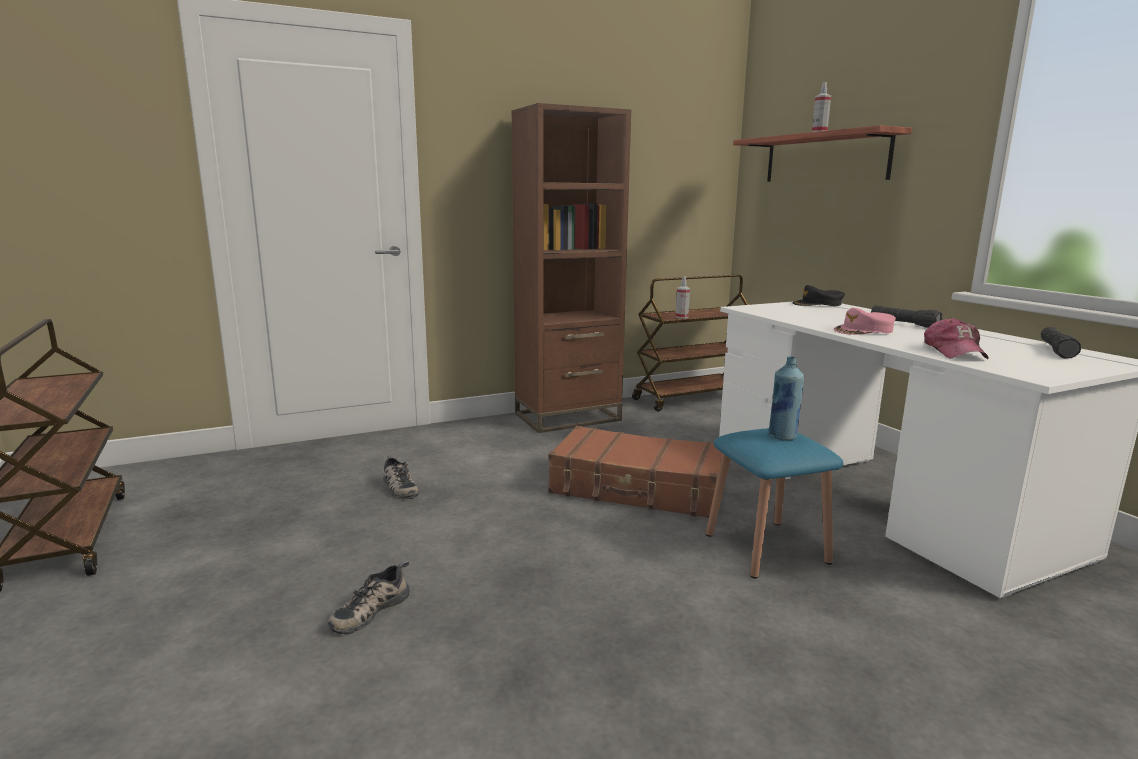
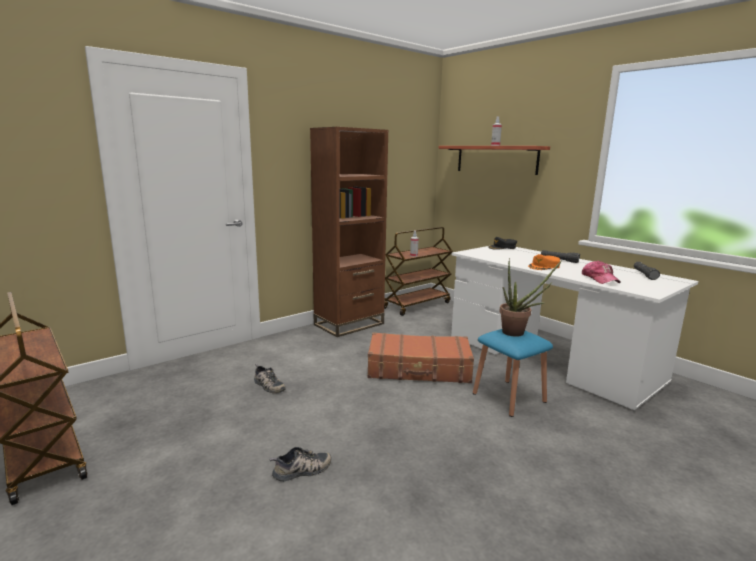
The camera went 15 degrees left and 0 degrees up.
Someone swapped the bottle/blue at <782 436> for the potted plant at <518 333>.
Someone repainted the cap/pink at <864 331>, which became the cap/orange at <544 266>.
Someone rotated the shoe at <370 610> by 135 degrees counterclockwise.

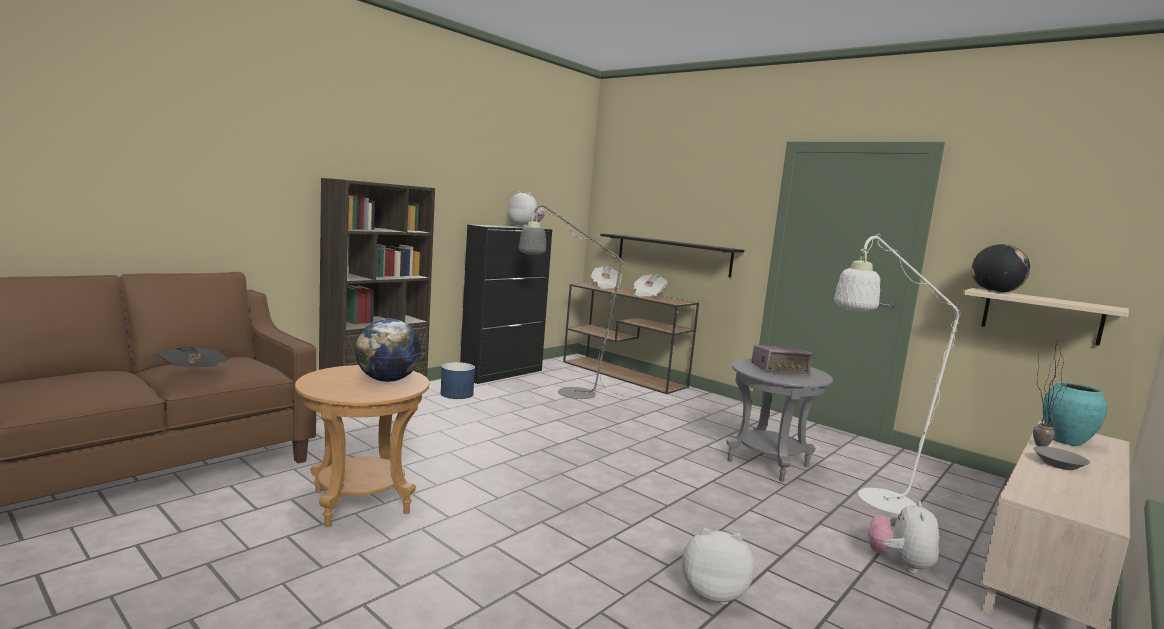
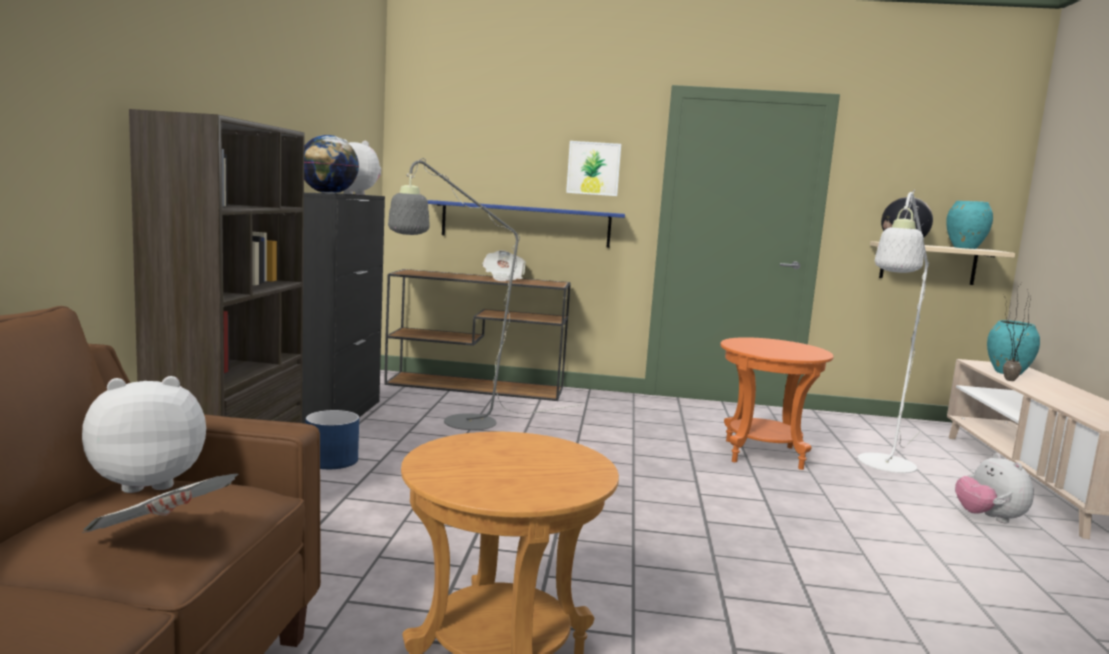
The camera went 35 degrees left and 0 degrees up.
Someone took away the newspaper at <605 286>.
Someone took away the radio at <780 370>.
Someone took away the bowl/grey at <1058 464>.
Someone put up the picture at <593 168>.
Someone put down the vase/turquoise at <964 248>.
Someone carried the globe from <387 380> to <328 193>.
Someone carried the plush toy from <712 593> to <148 482>.
Someone repainted the shelf/black at <672 254>, which became the shelf/blue at <525 224>.
Someone repainted the side table/grey at <768 463>, which became the side table/orange at <763 454>.

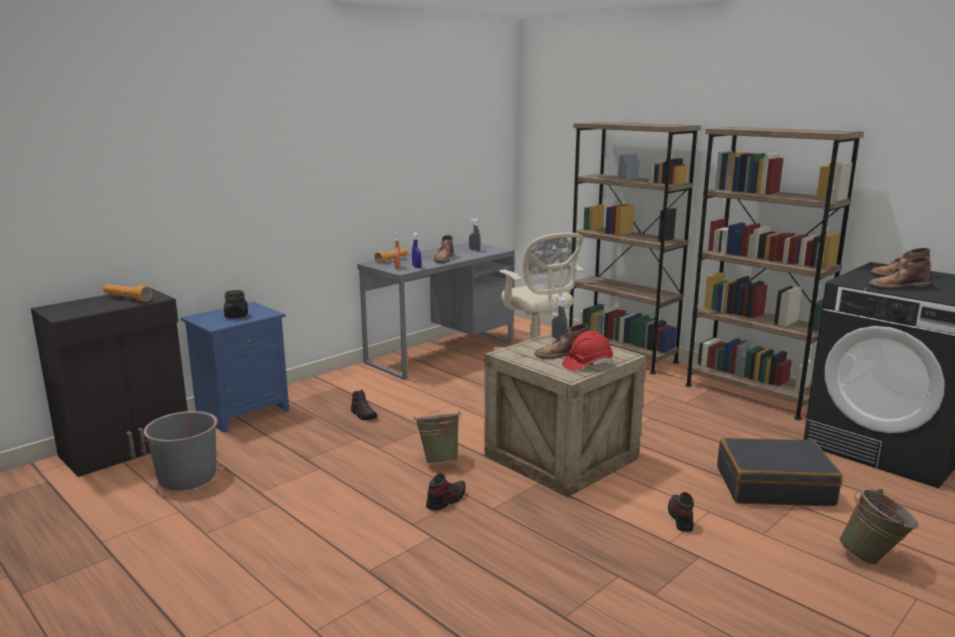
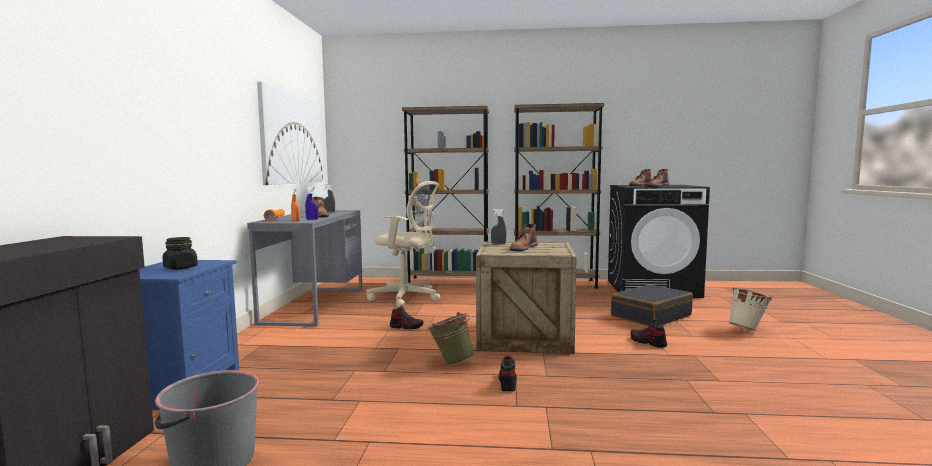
The camera went 40 degrees left and 10 degrees down.
Someone took away the flashlight/orange at <127 298>.
Someone took away the hard hat/red at <587 364>.
Someone put up the picture at <292 138>.
Someone carried the shoe from <363 415> to <406 327>.
Someone repainted the bucket/green at <873 559>, which became the bucket/beige at <747 329>.

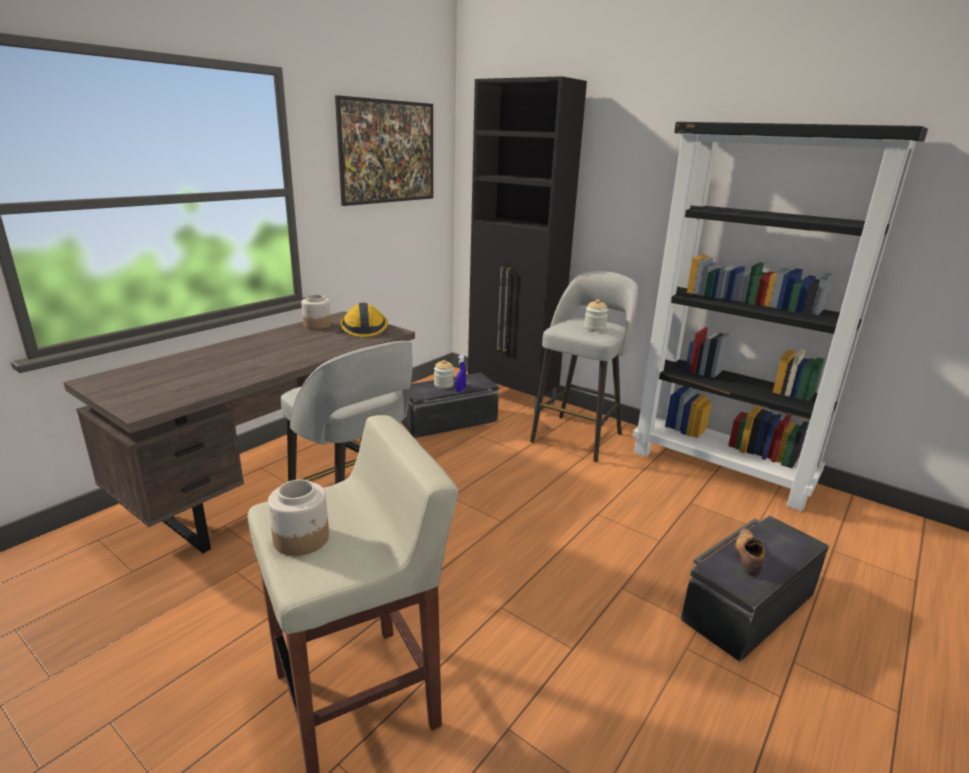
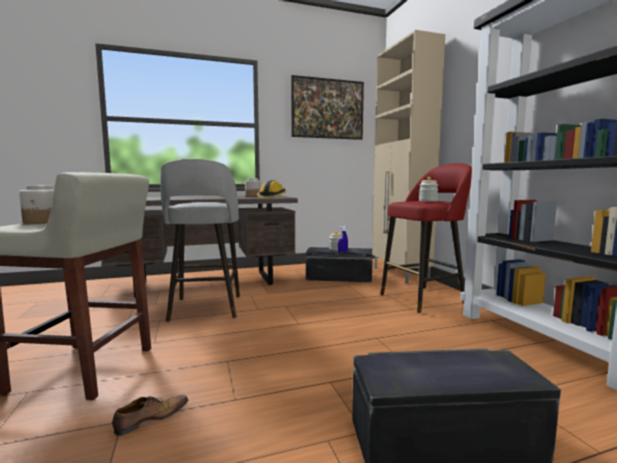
The camera went 35 degrees right and 15 degrees down.
Someone carried the shoe from <747 557> to <150 419>.
Someone repainted the cabinet/black at <512 398>, which became the cabinet/beige at <400 274>.
Someone repainted the stool/grey at <578 437>, which became the stool/red at <424 298>.

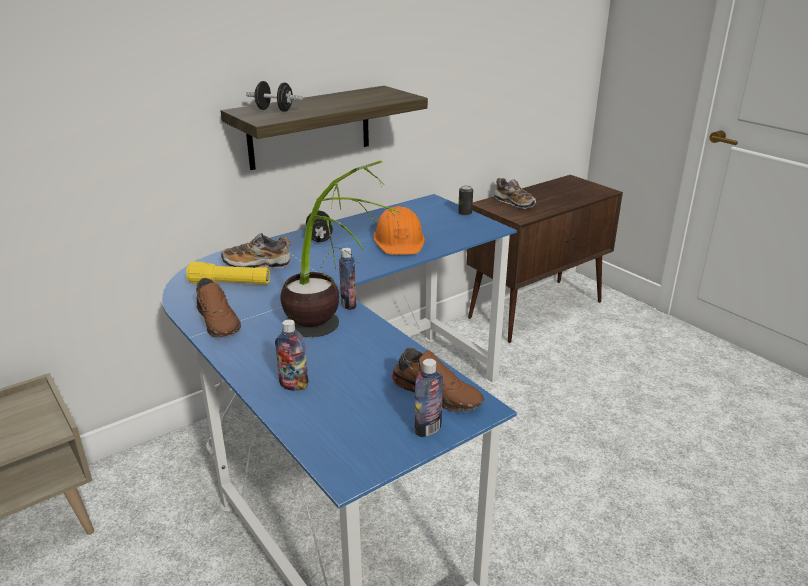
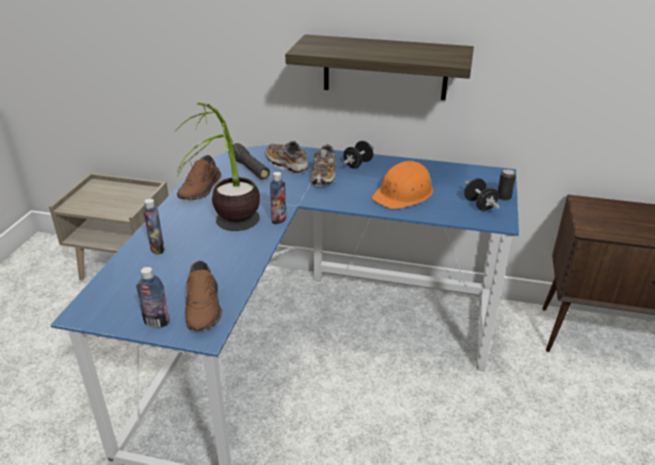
The camera went 50 degrees right and 5 degrees up.
Someone carried the dumbbell/black from <275 110> to <479 205>.
Someone carried the shoe from <514 203> to <324 176>.
Someone repainted the flashlight/yellow at <230 284>, which became the flashlight/black at <249 169>.

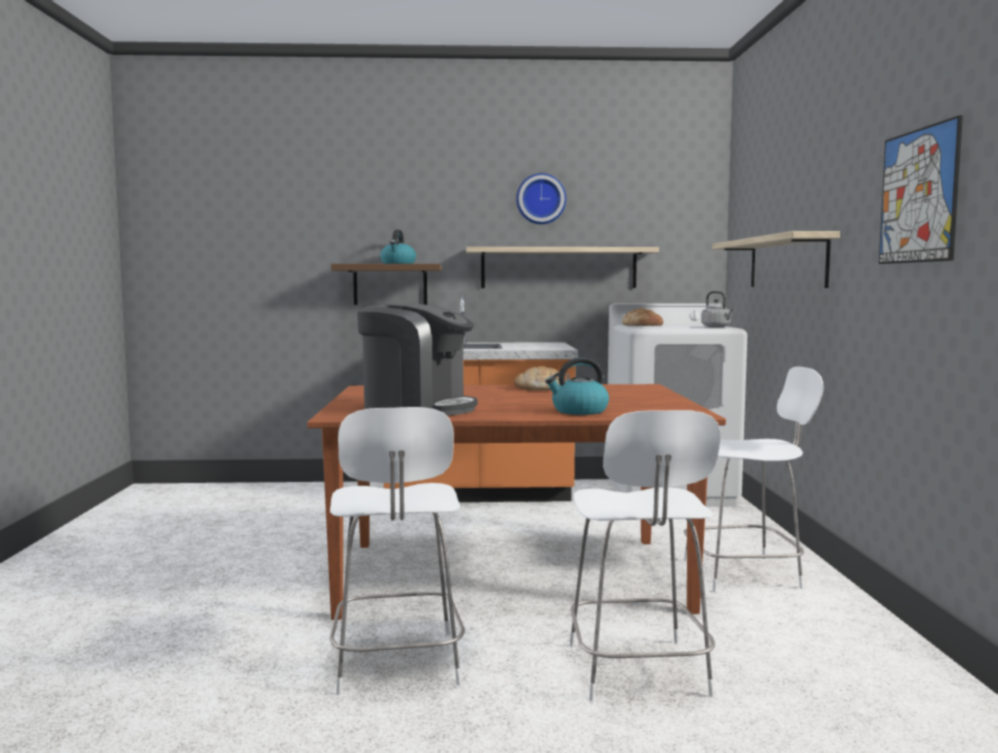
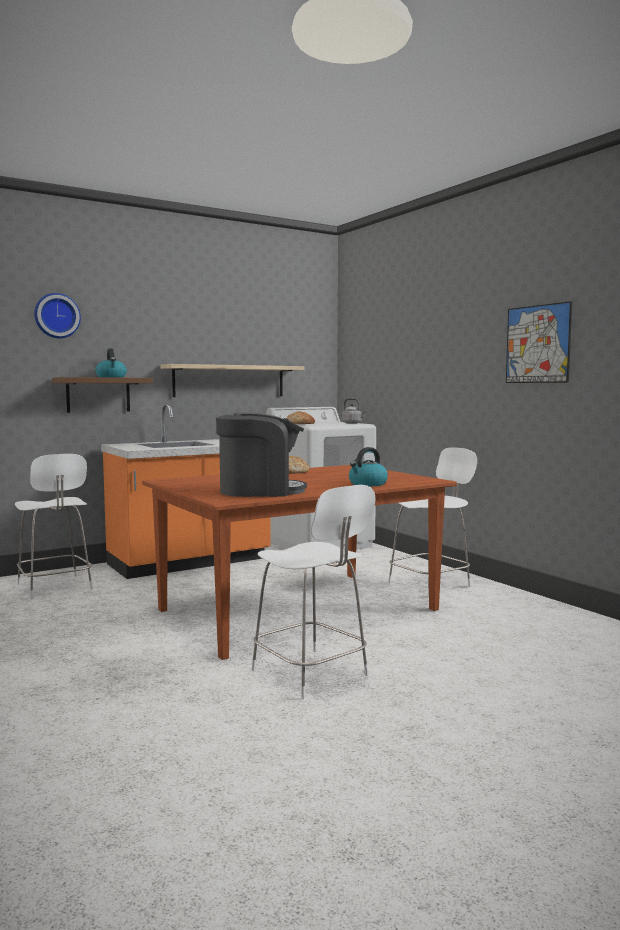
The camera went 30 degrees left and 0 degrees up.
Someone took away the shelf at <786 262>.
Someone carried the wall clock from <540 199> to <56 316>.
Someone carried the chair/white from <638 672> to <55 588>.

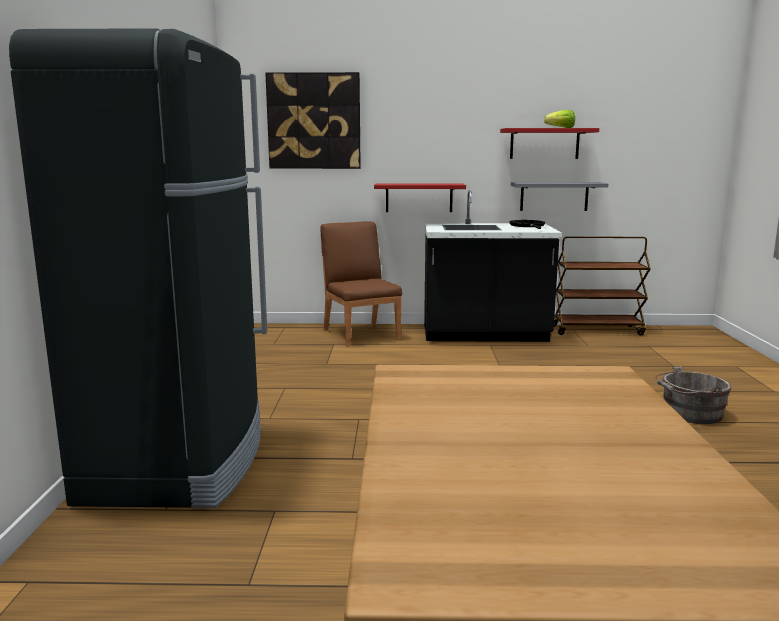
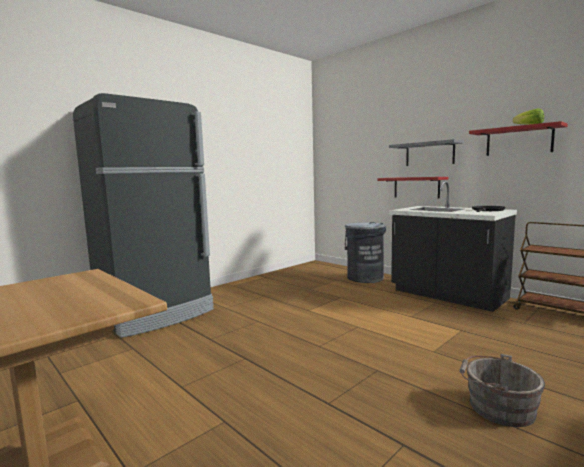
The camera went 45 degrees right and 5 degrees down.
Someone took away the picture at <314 121>.
Someone carried the shelf/grey from <554 196> to <429 154>.
Someone swapped the chair/brown at <361 334> for the trash can/grey at <365 278>.

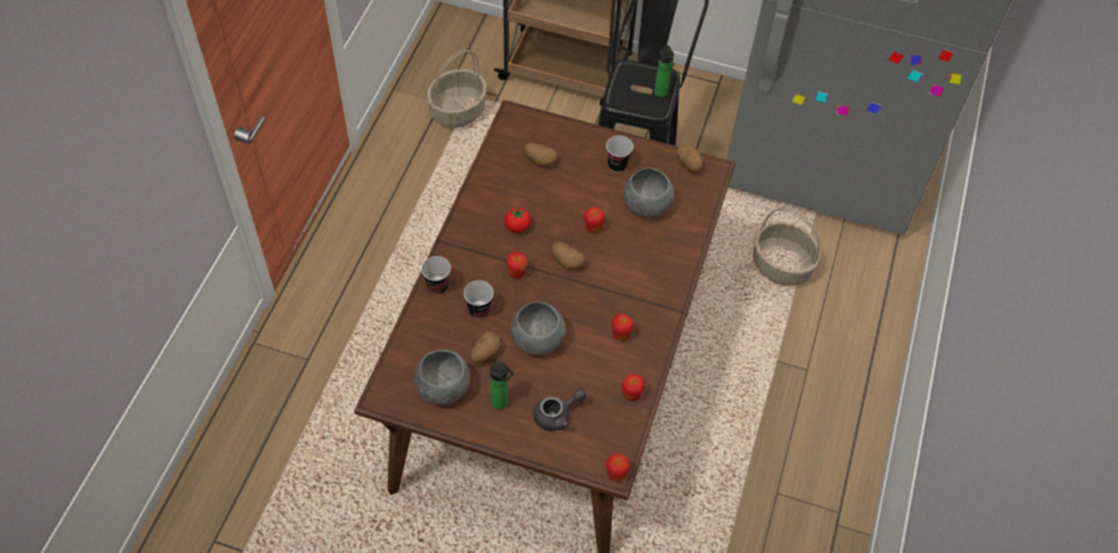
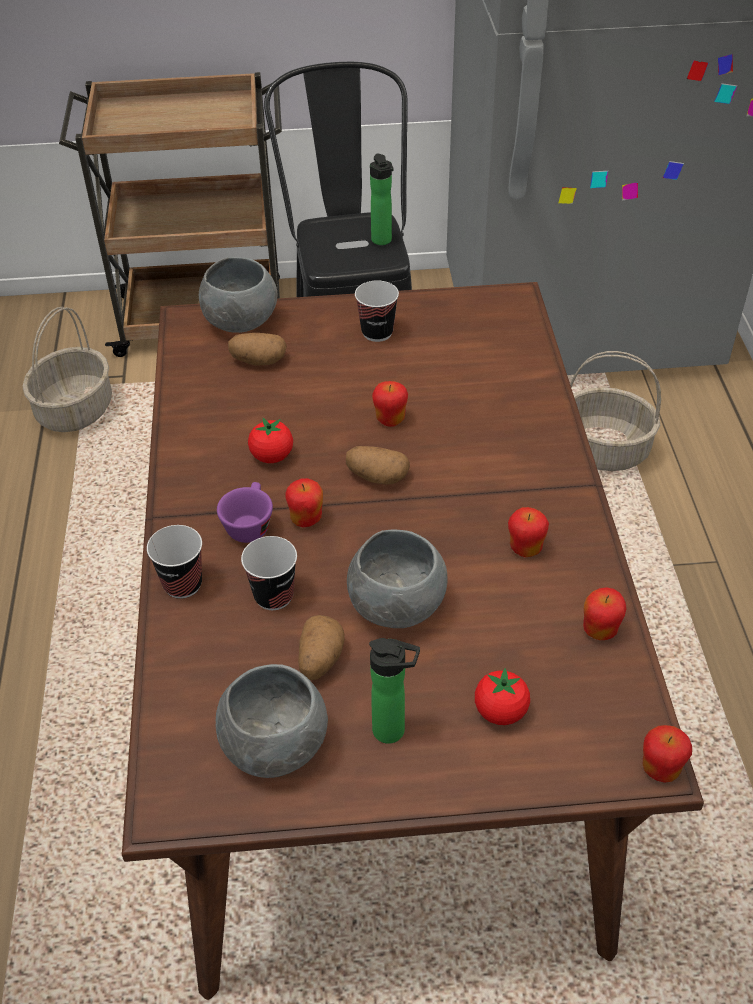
The camera went 20 degrees left and 10 degrees down.
Someone took away the potato at <689 165>.
Someone put down the cup/purple at <249 524>.
Someone carried the bowl/grey from <646 205> to <240 322>.
Someone swapped the teapot/grey at <557 415> for the tomato at <500 711>.

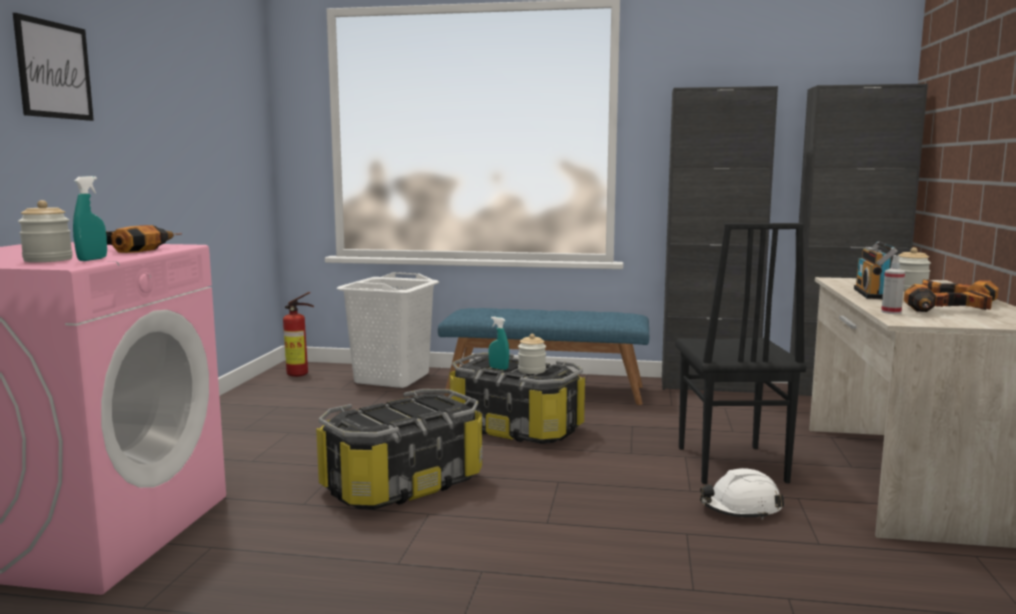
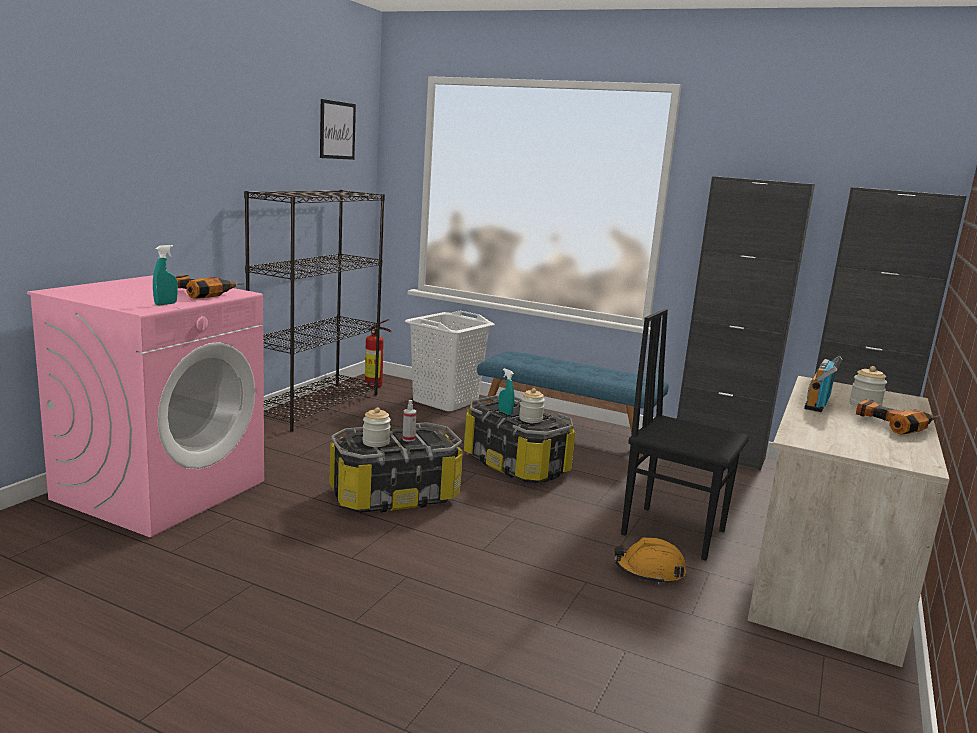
The camera went 15 degrees right and 5 degrees up.
Someone took away the power drill at <946 312>.
Someone put down the bookcase/black at <316 406>.
Someone carried the picture from <54 70> to <337 130>.
Someone carried the jar from <48 260> to <376 442>.
Someone carried the spray bottle from <891 312> to <408 439>.
Someone repainted the hard hat/white at <740 509>, which became the hard hat/orange at <649 571>.
Someone rotated the chair/black at <729 465> by 105 degrees clockwise.

